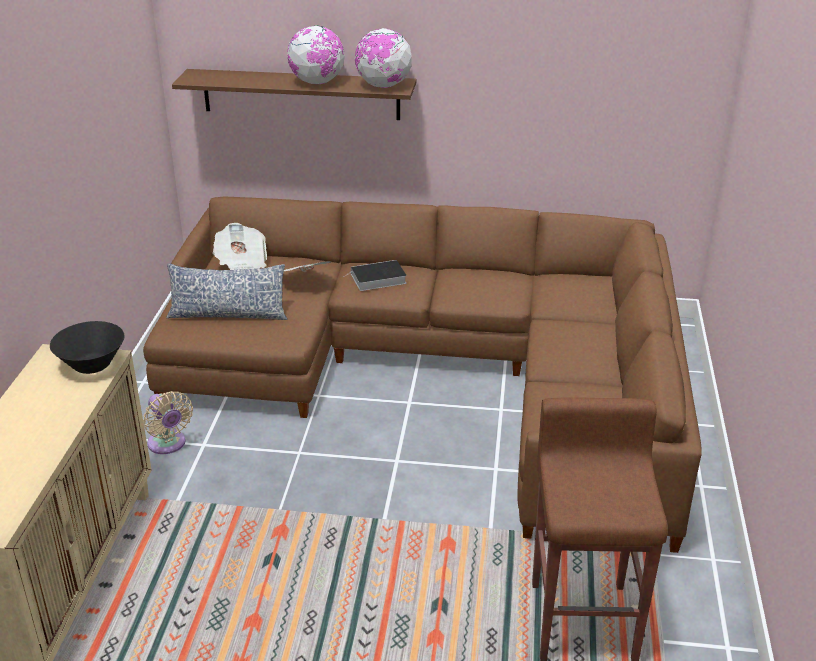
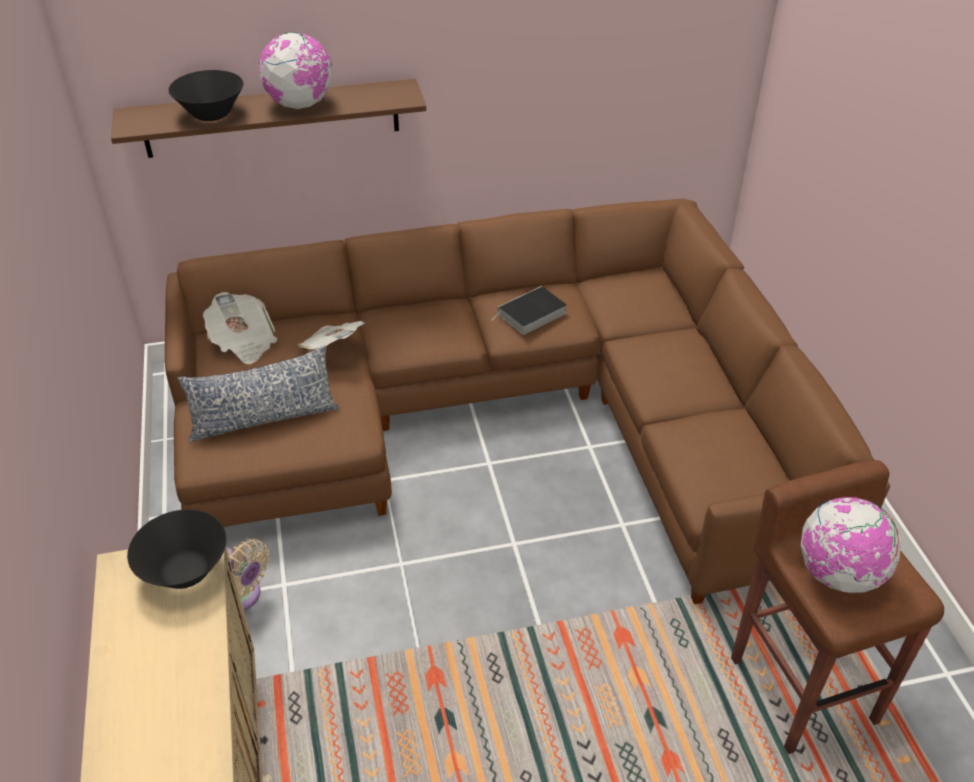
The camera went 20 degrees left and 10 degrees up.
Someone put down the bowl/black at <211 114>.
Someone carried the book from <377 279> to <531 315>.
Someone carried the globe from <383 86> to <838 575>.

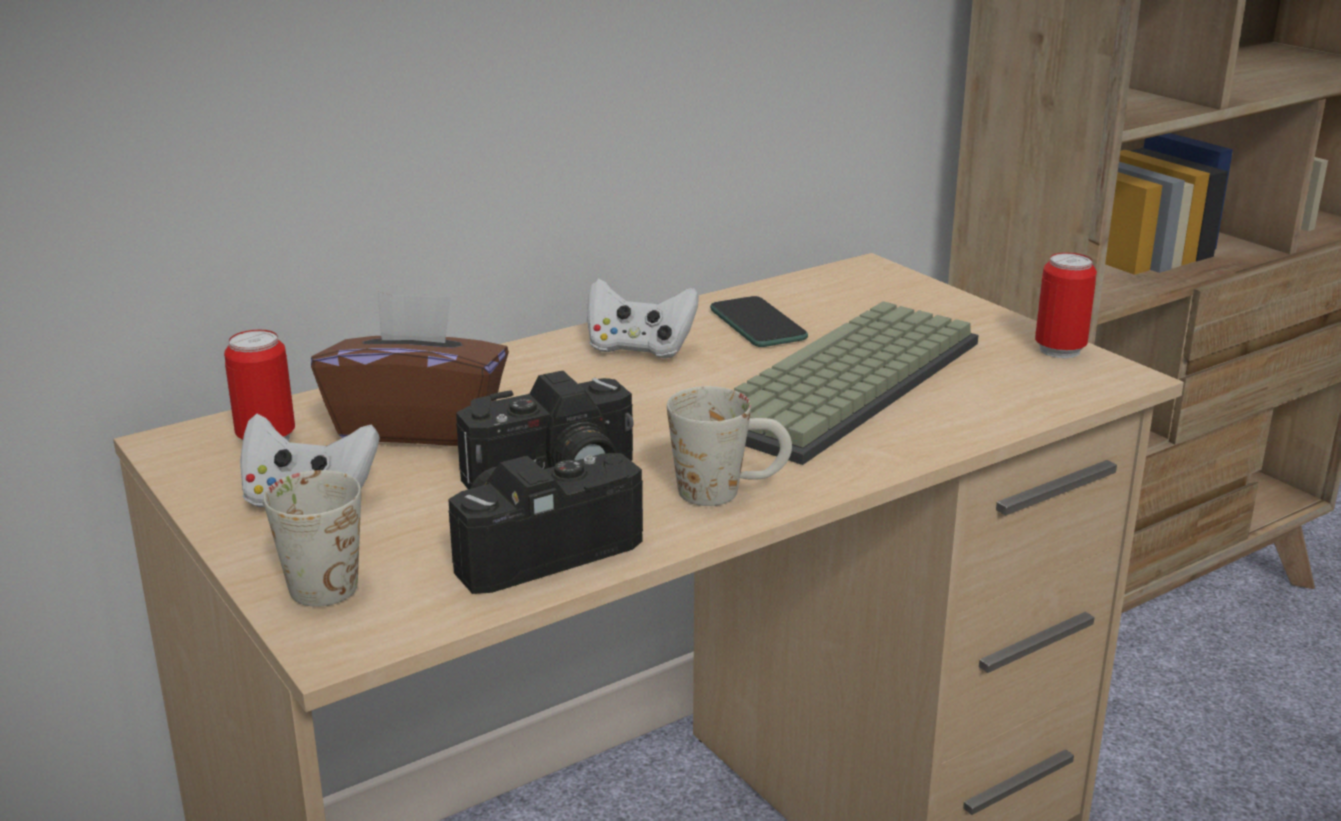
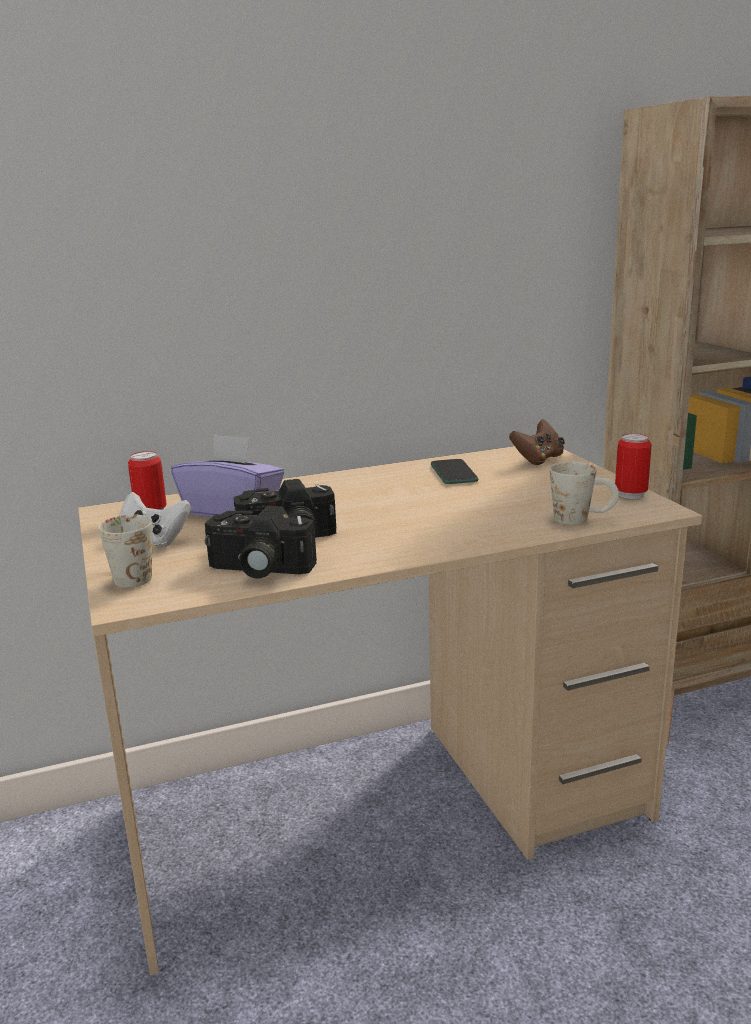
The camera went 15 degrees right and 5 degrees down.
Someone took away the game controller/white at <639 349>.
Someone took away the keyboard at <847 386>.
Someone put down the game controller/brown at <538 459>.
Someone carried the mug/white from <728 491> to <582 519>.
Someone repainted the tissue box/brown at <418 426>, which became the tissue box/purple at <232 510>.
Someone rotated the photo camera at <540 546> by 150 degrees counterclockwise.

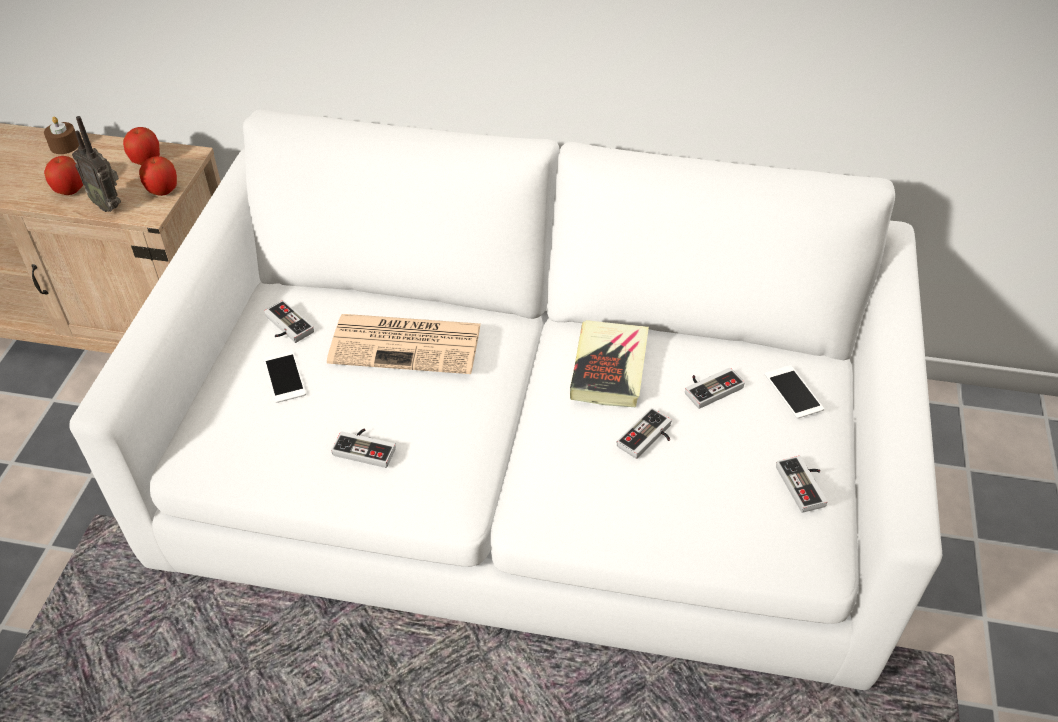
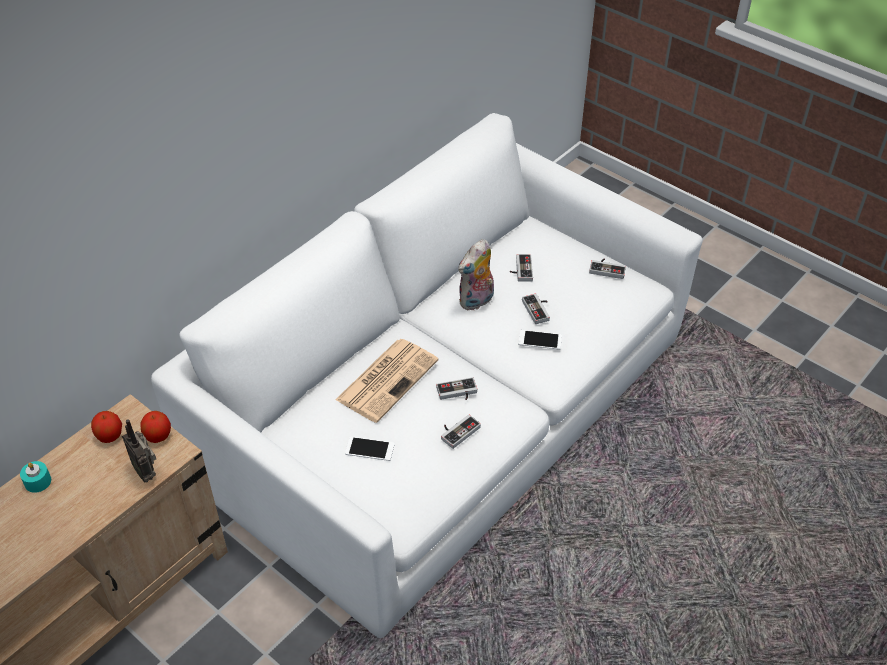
The camera went 60 degrees left and 0 degrees up.
Someone took away the apple at <70 190>.
Someone carried the game controller from <285 327> to <457 393>.
Someone carried the phone from <793 392> to <540 340>.
Someone swapped the book at <609 368> for the plush toy at <477 301>.
Someone repainted the candle/brown at <64 145>, which became the candle/turquoise at <38 481>.
Someone rotated the radio at <108 205> by 75 degrees clockwise.

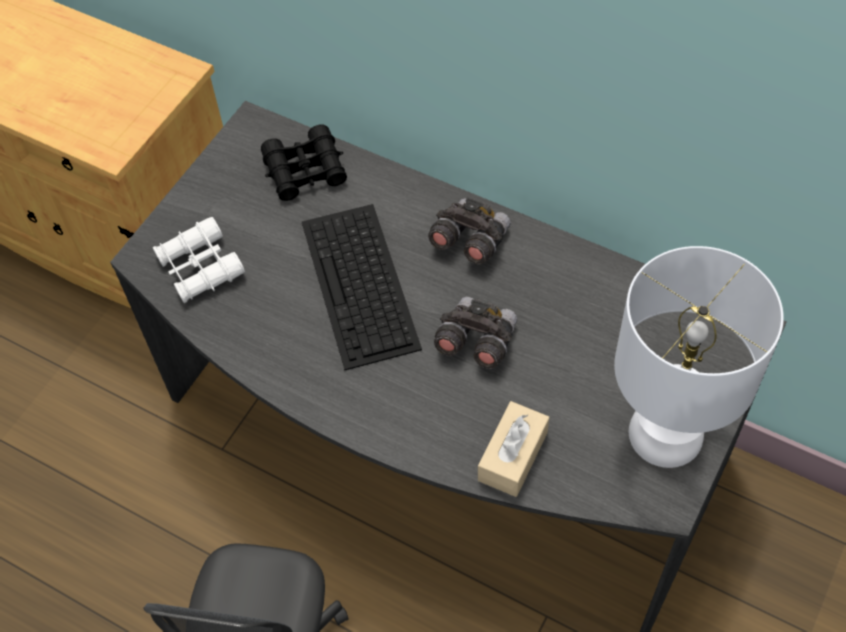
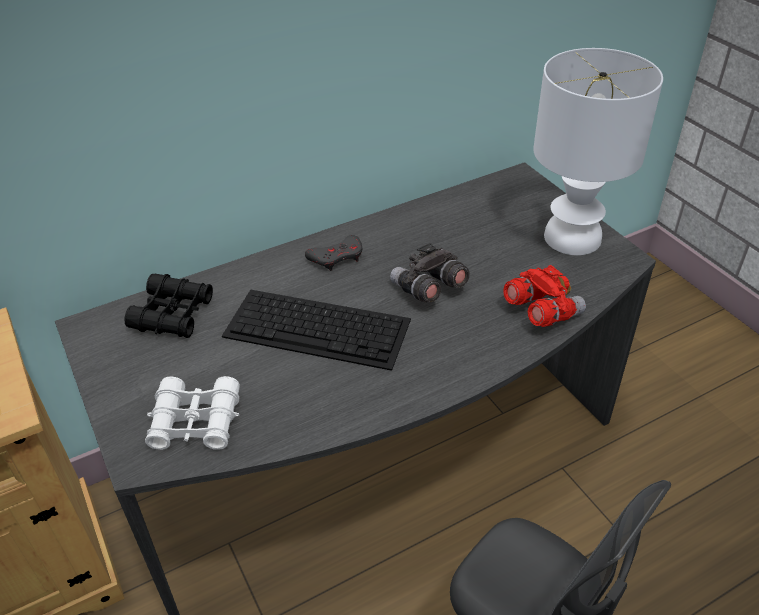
The camera went 60 degrees left and 15 degrees down.
Someone swapped the binoculars/grey at <469 241> for the game controller/grey at <337 257>.
Someone swapped the tissue box/beige at <513 456> for the binoculars/red at <541 311>.

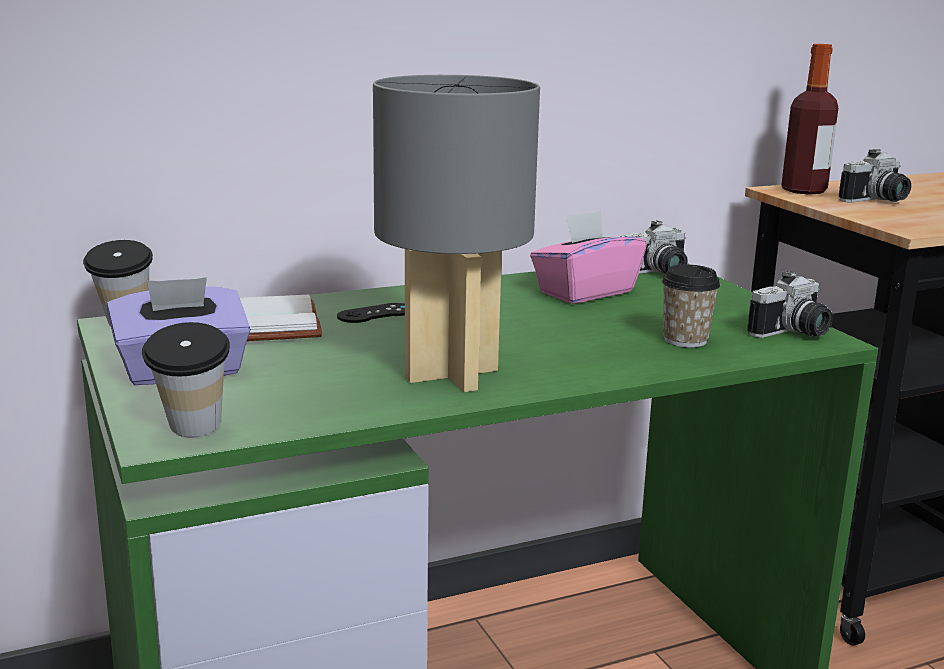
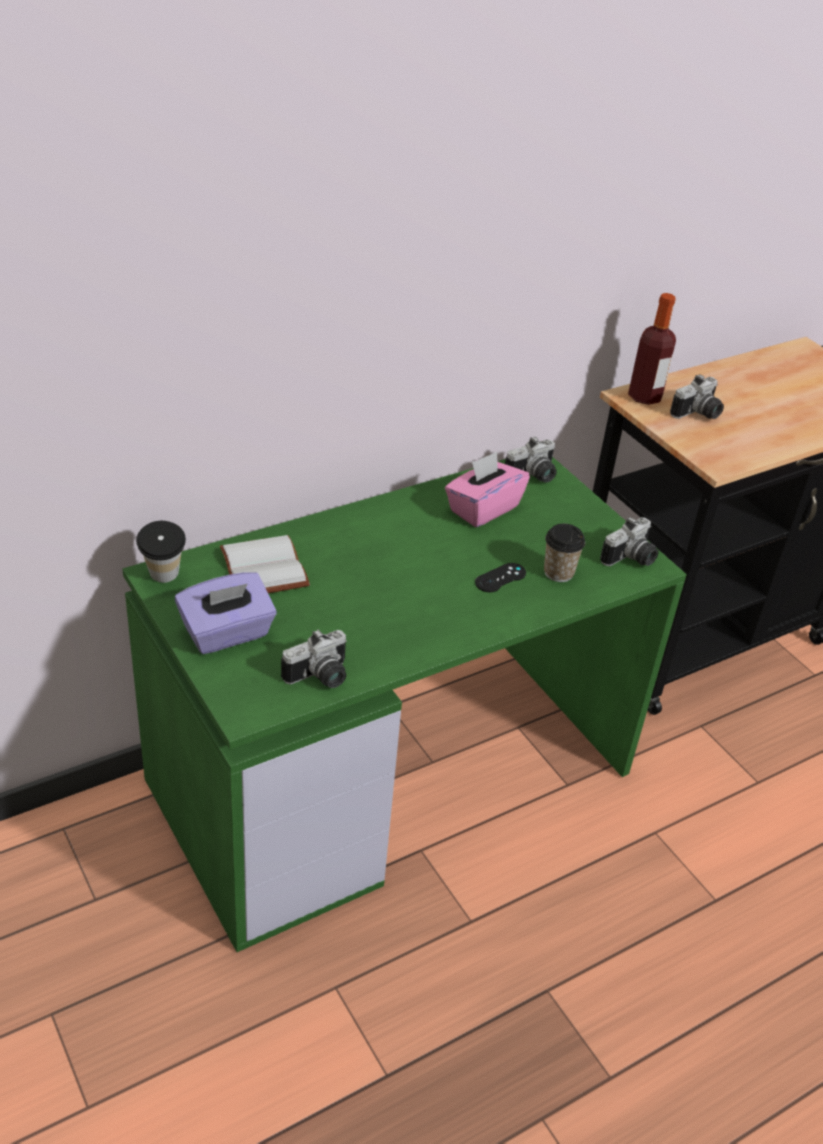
The camera went 10 degrees left and 20 degrees up.
Someone took away the cup at <192 434>.
Someone took away the table lamp/grey at <450 375>.
Someone put down the photo camera at <320 678>.
Someone carried the game controller/black from <375 314> to <500 578>.

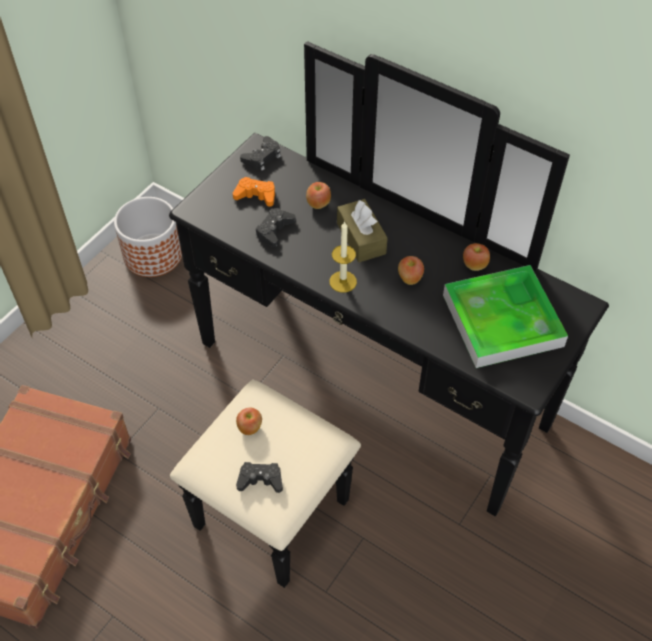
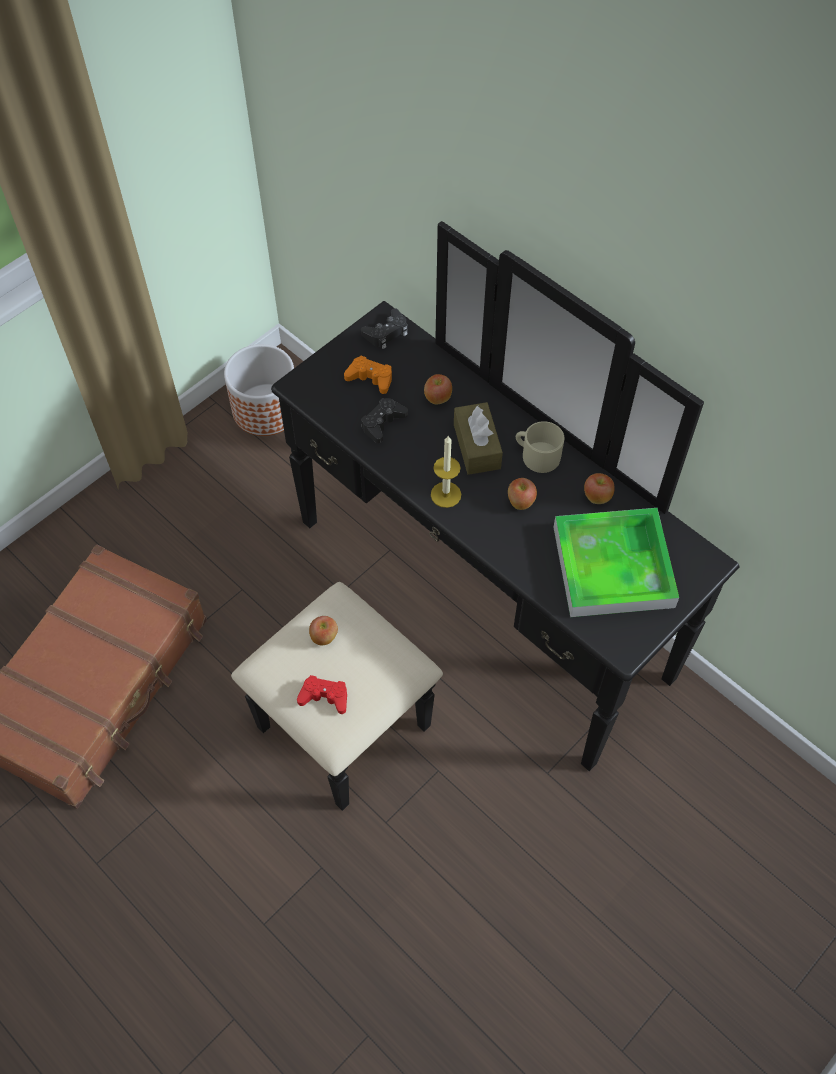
The camera went 10 degrees right and 5 degrees up.
Someone put down the mug/beige at <536 455>.
Someone repainted the game controller/black at <260 480>, which became the game controller/red at <324 697>.

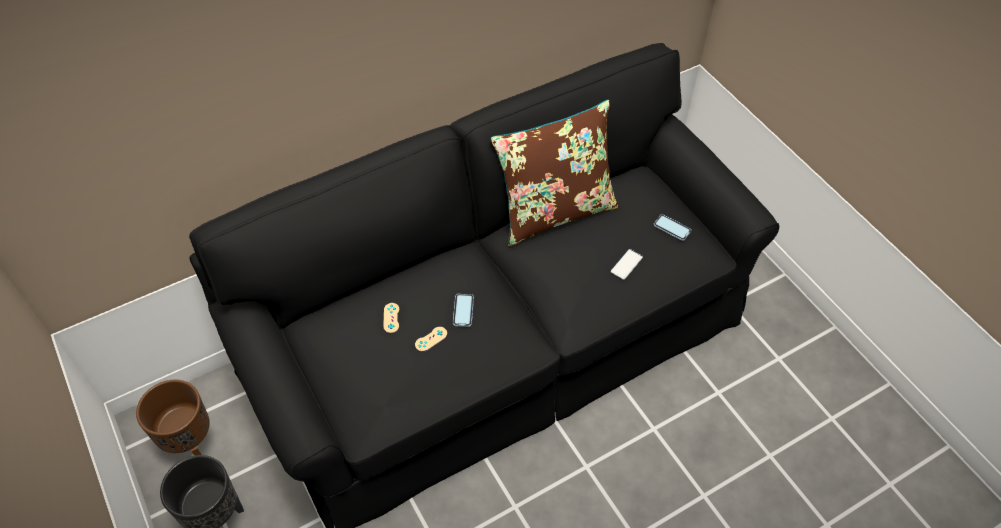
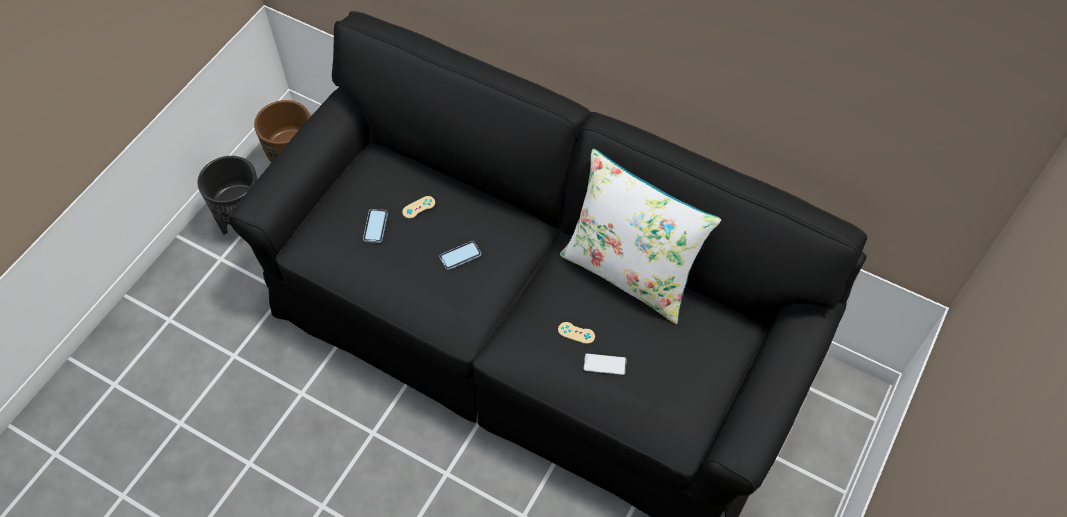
The camera went 60 degrees right and 5 degrees up.
Someone carried the game controller/beige from <431 339> to <576 333>.
Someone carried the phone from <672 228> to <375 226>.
Someone repainted the pillow/brown at <554 211>, which became the pillow/white at <630 272>.

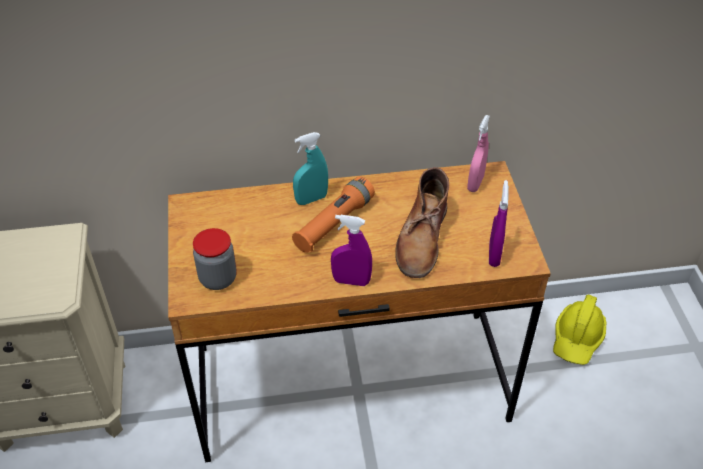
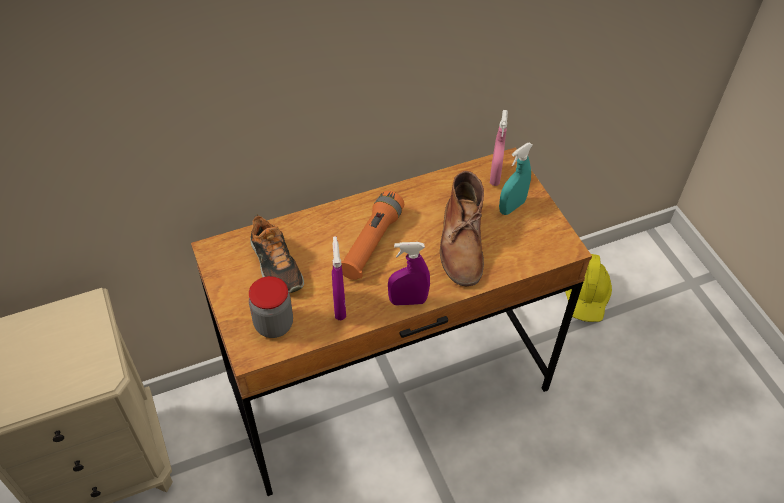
The camera went 15 degrees left and 5 degrees up.
Someone put down the shoe at <275 265>.
Someone carried the spray bottle/turquoise from <311 199> to <512 207>.
Someone carried the spray bottle/purple from <494 255> to <339 306>.

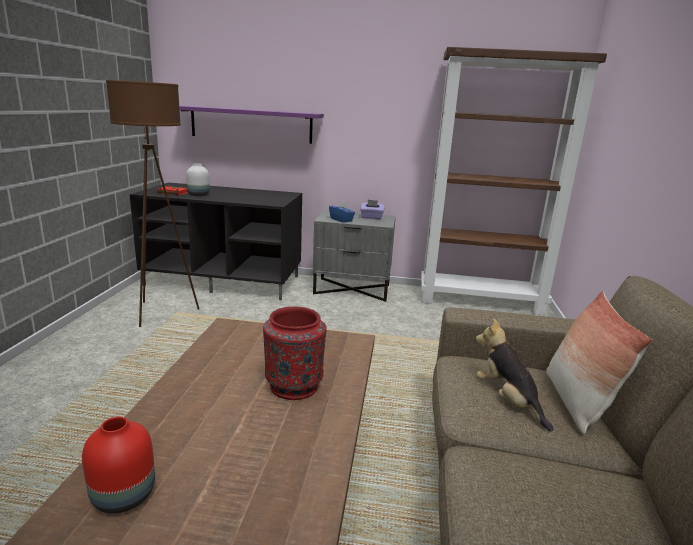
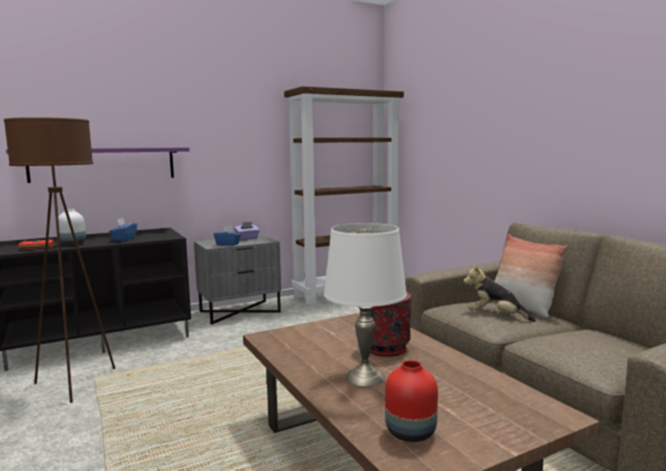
The camera went 35 degrees left and 10 degrees down.
Someone put down the tissue box/blue at <124 239>.
Someone put down the table lamp/white at <364 377>.

